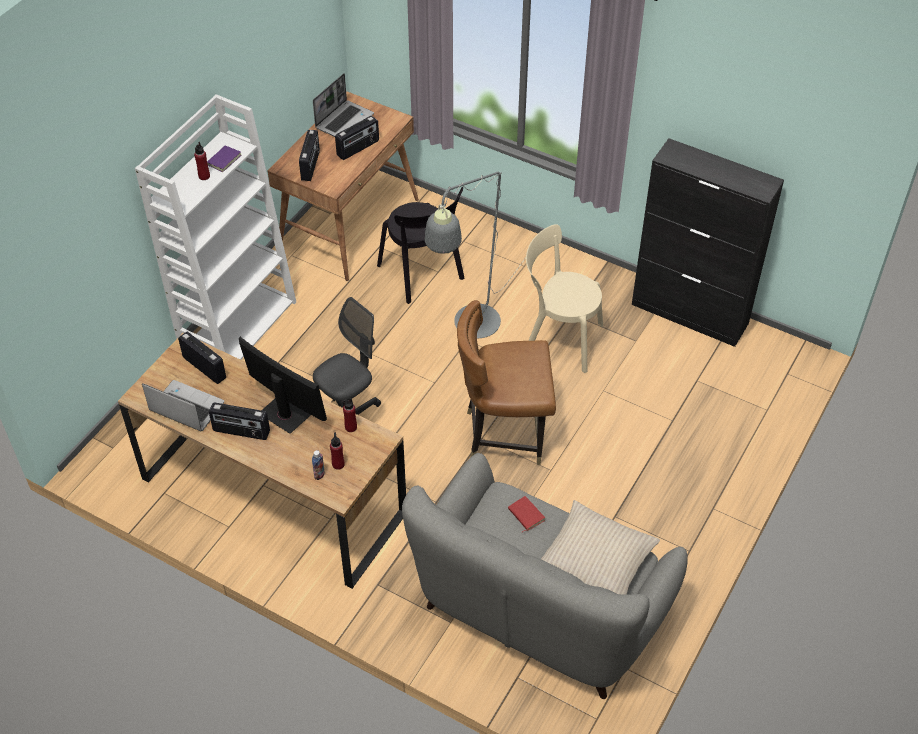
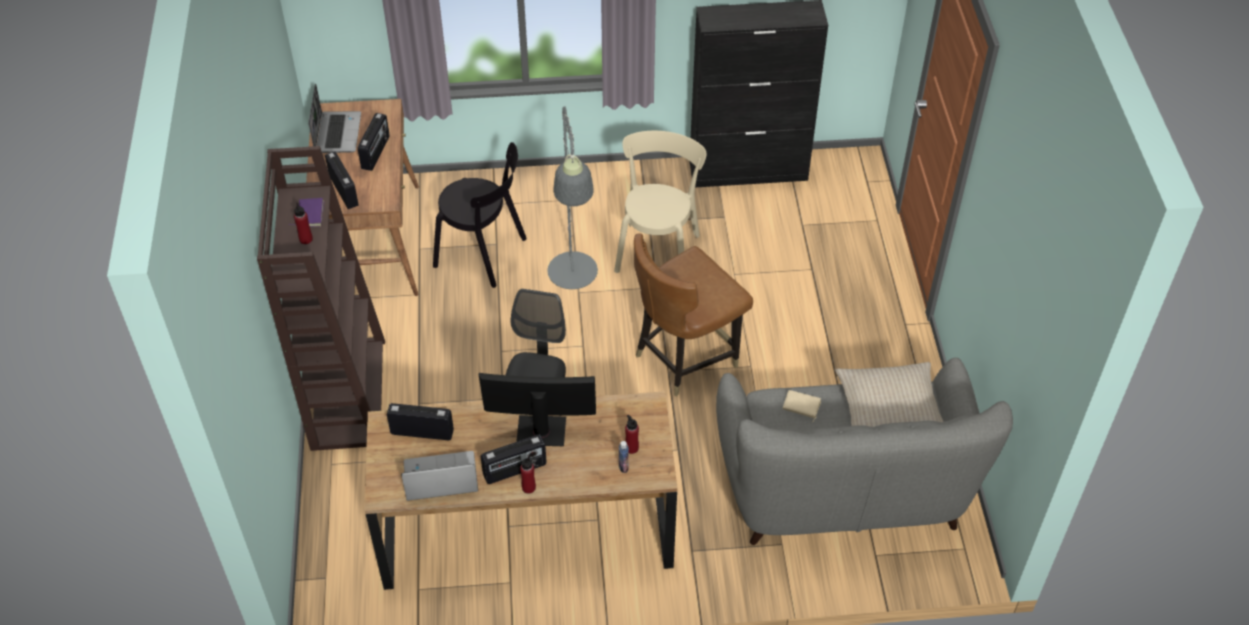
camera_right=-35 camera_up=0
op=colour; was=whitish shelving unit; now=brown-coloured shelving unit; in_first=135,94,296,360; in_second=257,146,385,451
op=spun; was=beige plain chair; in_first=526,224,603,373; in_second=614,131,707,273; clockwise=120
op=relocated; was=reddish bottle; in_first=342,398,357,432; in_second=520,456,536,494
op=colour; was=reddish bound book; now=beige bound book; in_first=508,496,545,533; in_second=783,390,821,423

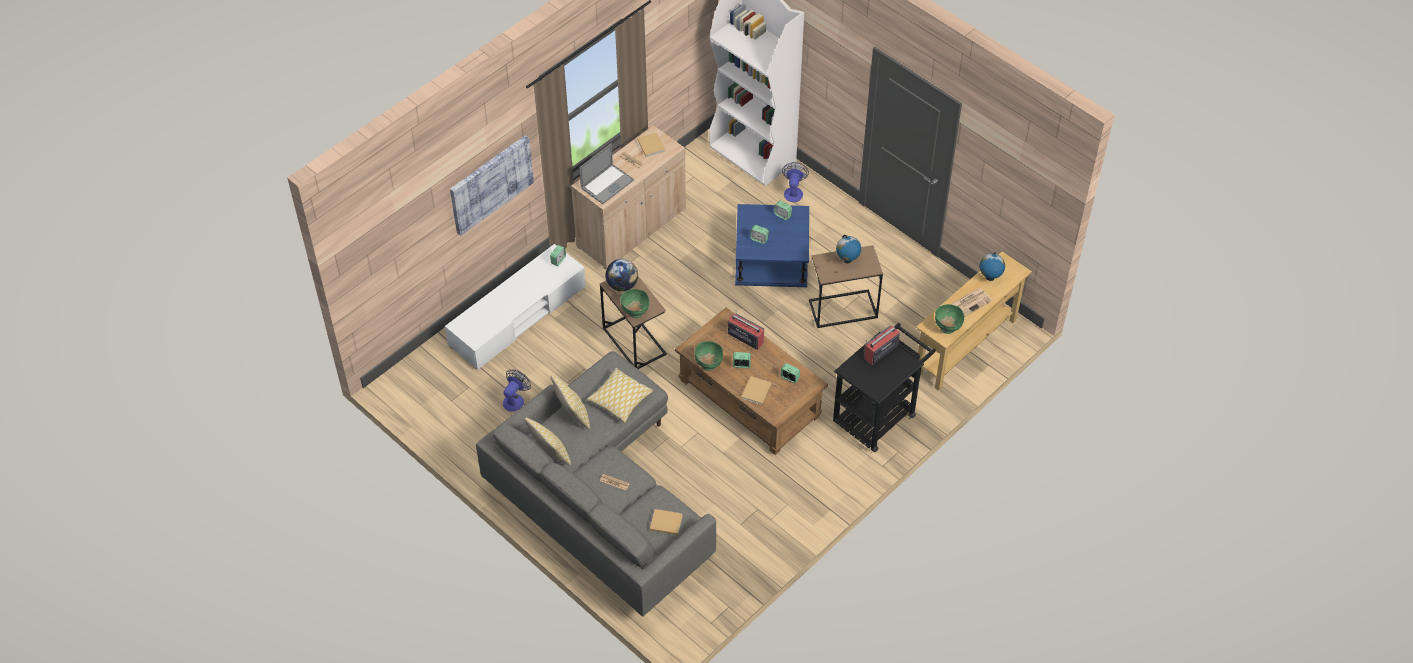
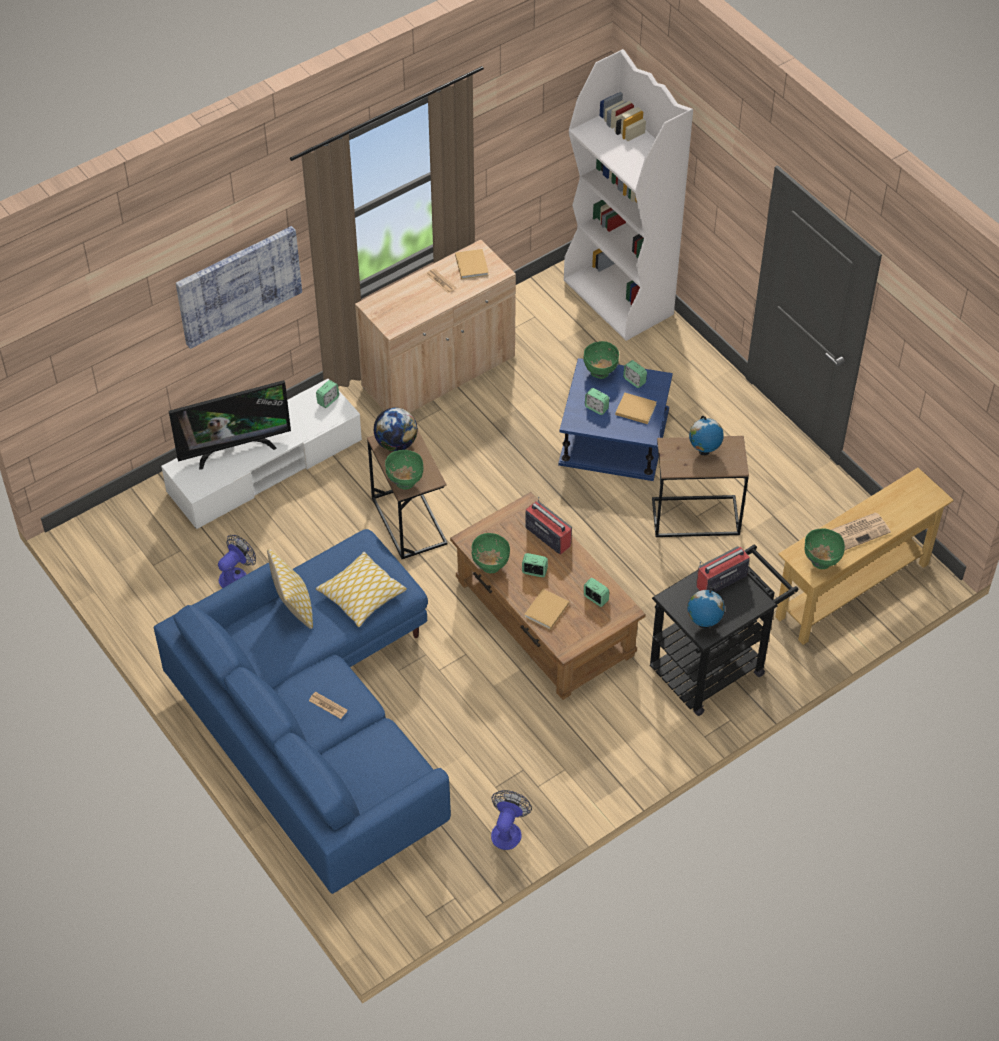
camera_right=10 camera_up=0
op=missing; was=laptop; in_first=579,144,634,204
op=relocated; was=electric fan; in_first=782,162,809,202; in_second=491,790,532,850
op=relocated; was=globe; in_first=980,252,1005,281; in_second=687,588,725,629
op=colour; was=gray settee; now=blue settee; in_first=476,351,716,616; in_second=154,529,451,894
op=missing; was=pillow; in_first=525,418,571,465
op=relocated; was=beige bound book; in_first=650,509,683,535; in_second=615,393,657,424
op=appeared; now=greenish bowl; in_second=583,341,619,379
op=appeared; now=TV; in_second=169,380,291,469

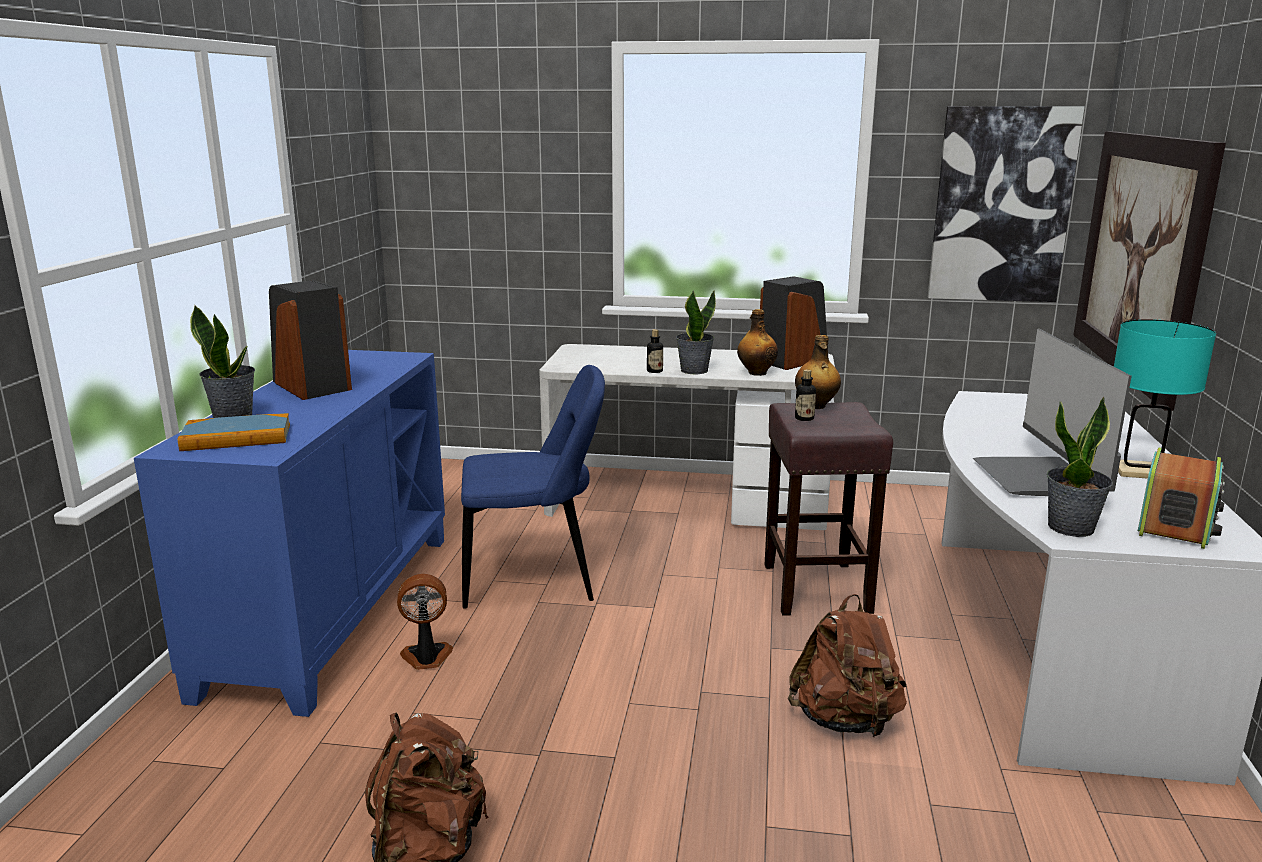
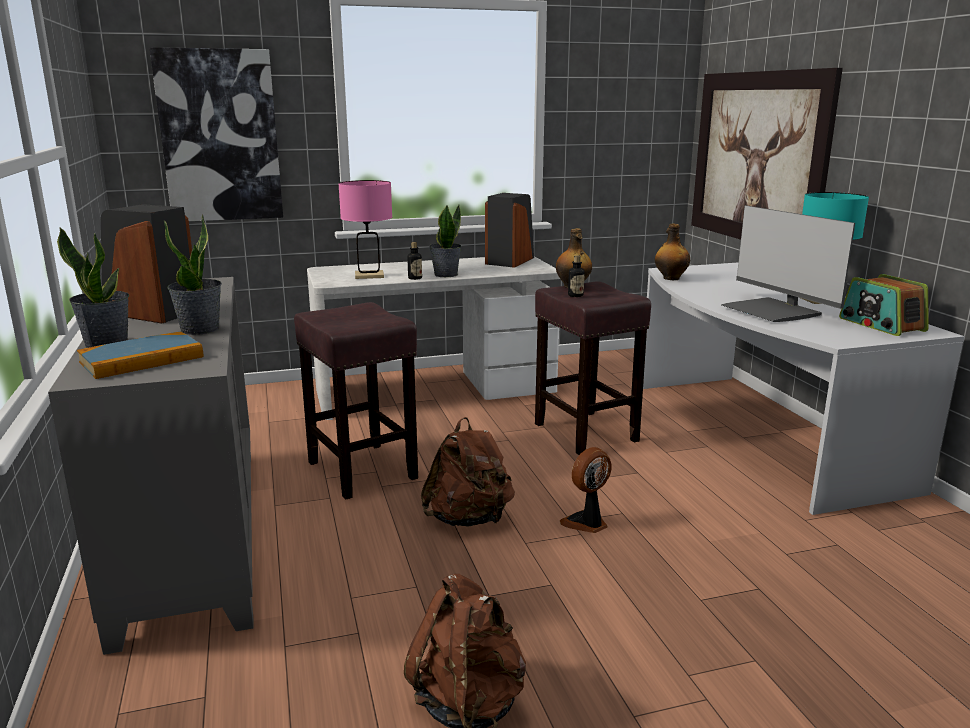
camera_right=-25 camera_up=0
op=relocated; was=wall picture; in_first=928,106,1085,302; in_second=149,47,283,221
op=relocated; was=bottle; in_first=737,309,778,376; in_second=655,224,690,280
op=colour; was=blue cabinet; now=gray cabinet; in_first=134,350,445,717; in_second=48,277,254,655
op=exchanged; was=blue plain chair; now=brown-coloured stool; in_first=461,365,605,609; in_second=294,302,418,500
op=relocated; was=potted plant; in_first=1047,397,1113,537; in_second=164,214,222,335
op=spun; was=radio receiver; in_first=1138,447,1225,549; in_second=839,274,929,336; clockwise=150
op=relocated; was=electric fan; in_first=397,574,453,670; in_second=560,447,612,533
op=relocated; was=brown-coloured rucksack; in_first=788,594,907,737; in_second=421,417,515,526
op=appeared; now=pink-coloured tabletop lamp; in_second=338,180,392,279

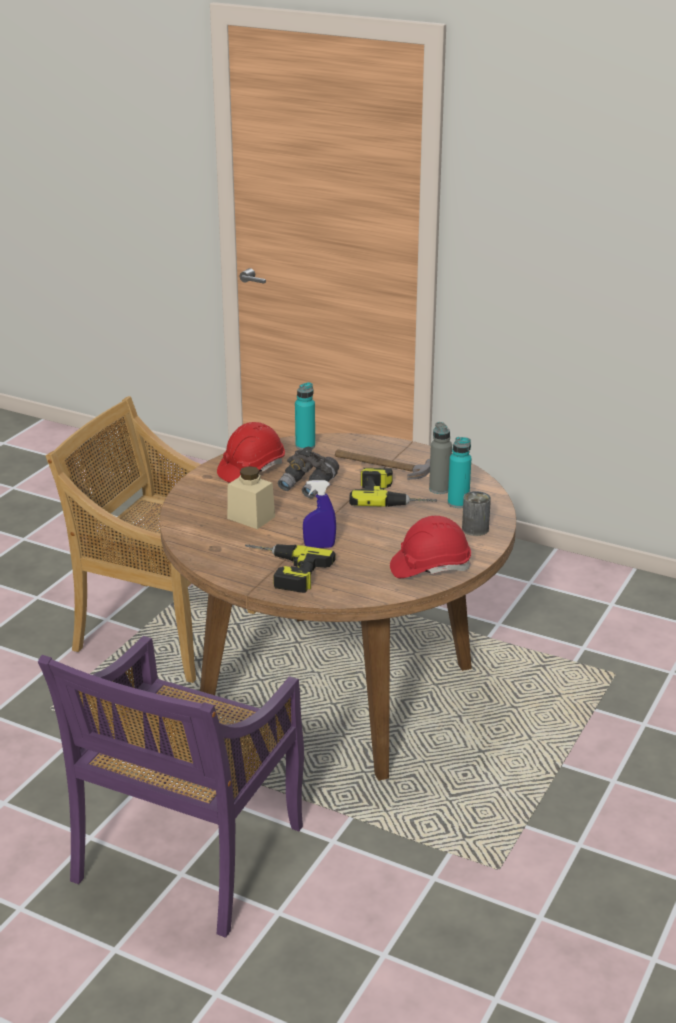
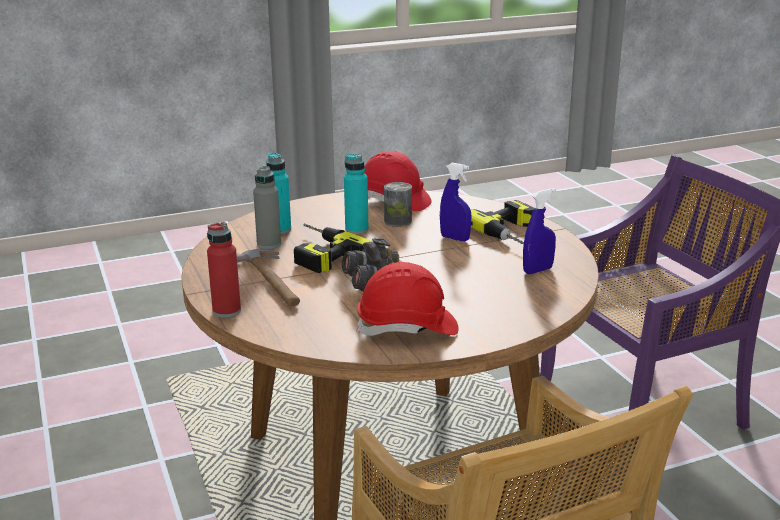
camera_right=-140 camera_up=-5
op=relocated; was=blue-green bottle; in_first=295,382,315,450; in_second=344,154,369,234
op=missing; was=beige jar; in_first=227,466,275,529
op=relocated; was=can; in_first=462,491,491,536; in_second=384,182,412,227
op=appeared; now=blue hand sprayer; in_second=523,188,556,274
op=appeared; now=reddish bottle; in_second=207,222,241,318

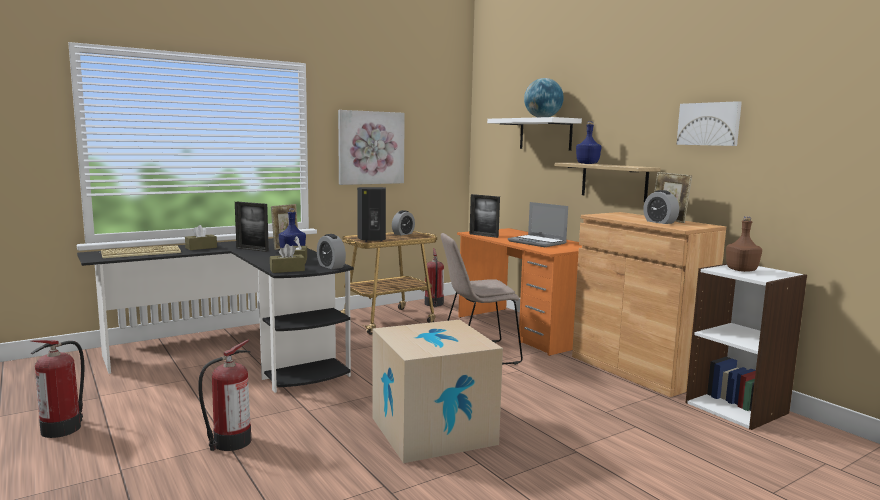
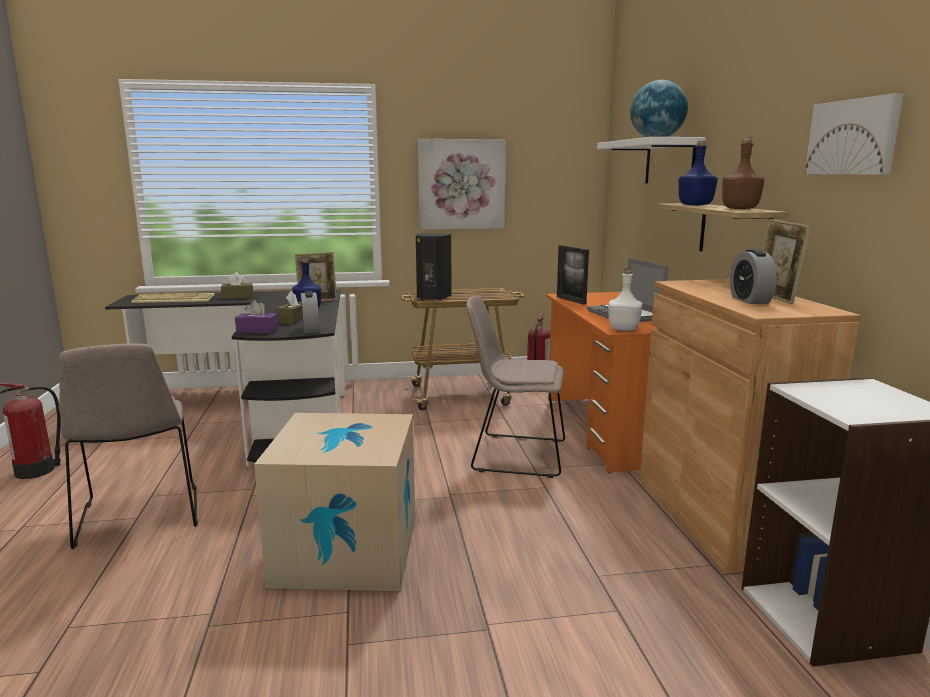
camera_right=25 camera_up=5
op=missing; was=photo frame; in_first=235,202,269,252
op=missing; was=alarm clock; in_first=392,210,415,236
op=relocated; was=brown-coloured bottle; in_first=726,216,762,272; in_second=722,137,764,209
op=colour; was=brown-coloured tissue box; now=purplish tissue box; in_first=270,244,305,273; in_second=235,300,279,333
op=exchanged; was=fire-fighting cylinder; now=beige plain chair; in_first=198,340,251,451; in_second=58,344,198,549
op=appeared; now=whitish bottle; in_second=608,269,642,331

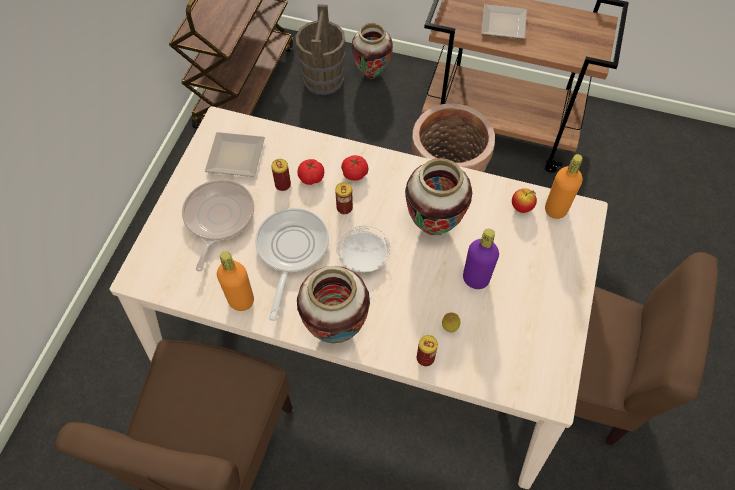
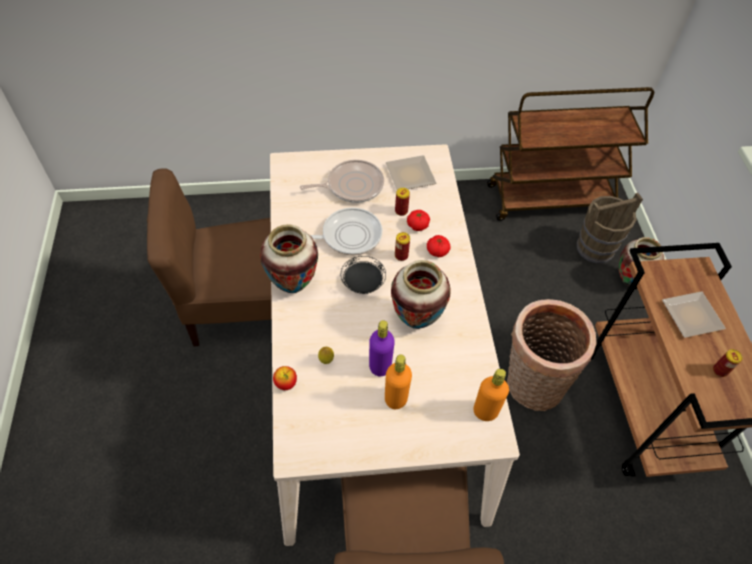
camera_right=65 camera_up=-5
op=relocated; was=apple fruit; in_first=512,188,537,213; in_second=273,366,297,390
op=colour; was=whitish plate; now=blackish plate; in_first=337,225,391,273; in_second=341,256,386,294
op=relocated; was=orangey bottle; in_first=217,251,254,311; in_second=385,355,412,409
op=relocated; was=can; in_first=417,335,438,366; in_second=713,349,743,377

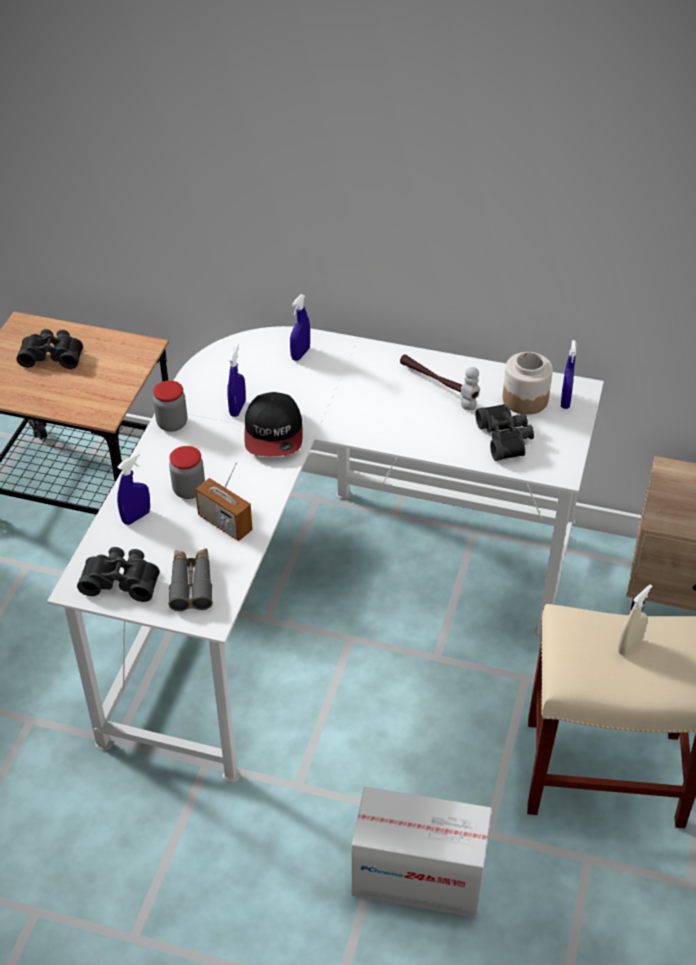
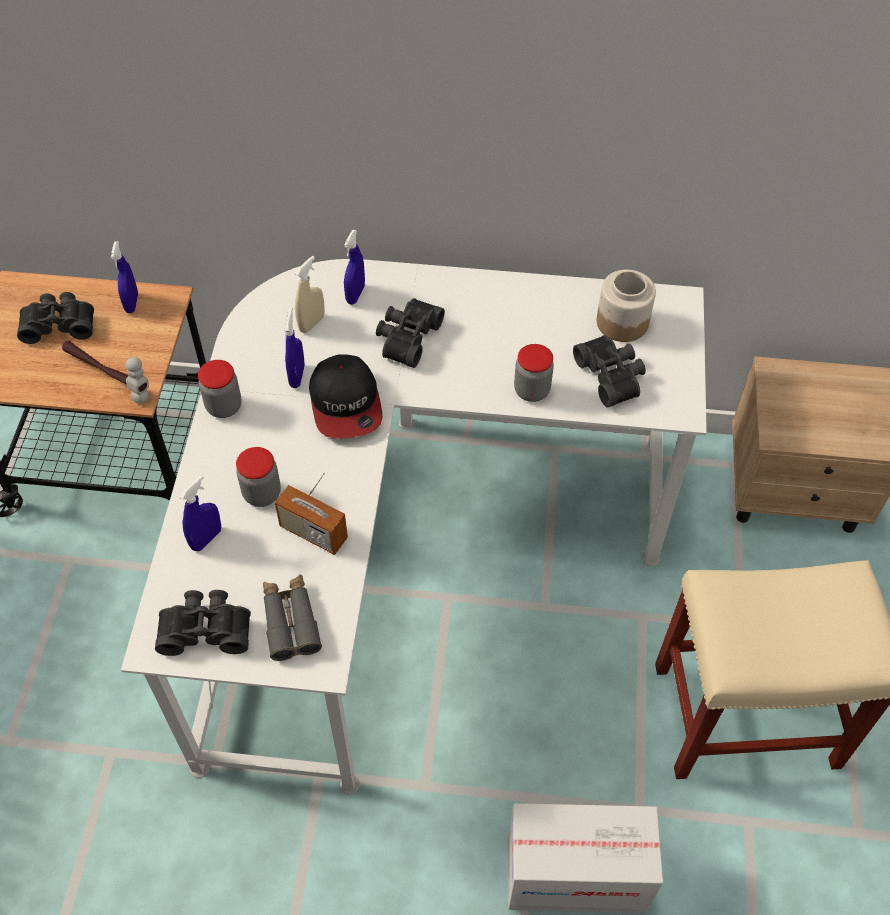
camera_right=-10 camera_up=10
op=relocated; was=blue hand sprayer; in_first=561,340,576,409; in_second=111,242,138,313
op=relocated; was=tool hammer; in_first=400,354,480,410; in_second=62,341,149,404
op=relocated; was=beige hand sprayer; in_first=618,584,652,655; in_second=295,256,325,333
op=appeared; now=blackish pair of binoculars; in_second=376,298,445,368
op=appeared; now=jar; in_second=514,344,554,402

